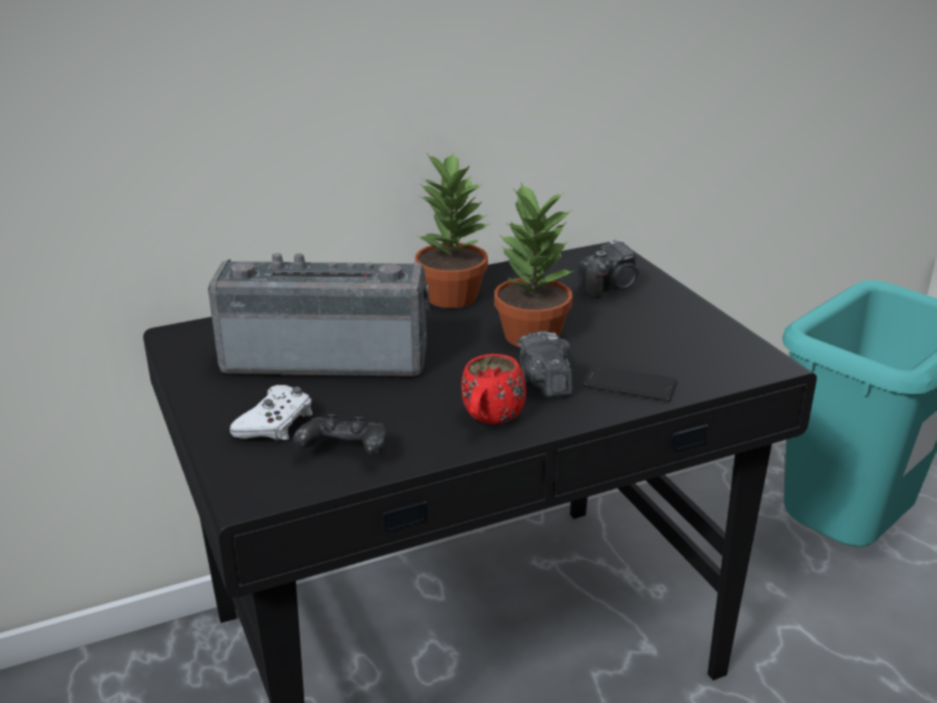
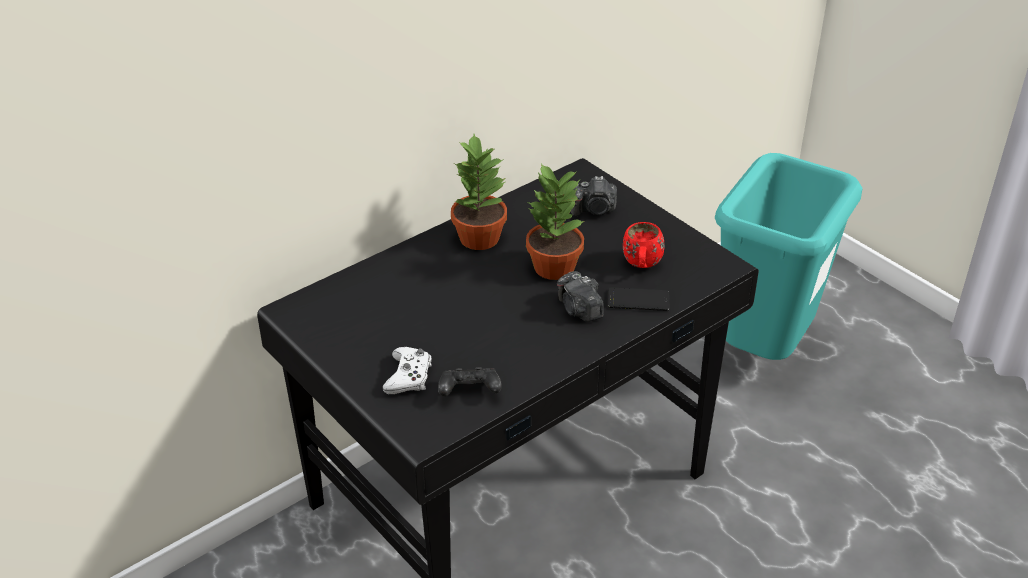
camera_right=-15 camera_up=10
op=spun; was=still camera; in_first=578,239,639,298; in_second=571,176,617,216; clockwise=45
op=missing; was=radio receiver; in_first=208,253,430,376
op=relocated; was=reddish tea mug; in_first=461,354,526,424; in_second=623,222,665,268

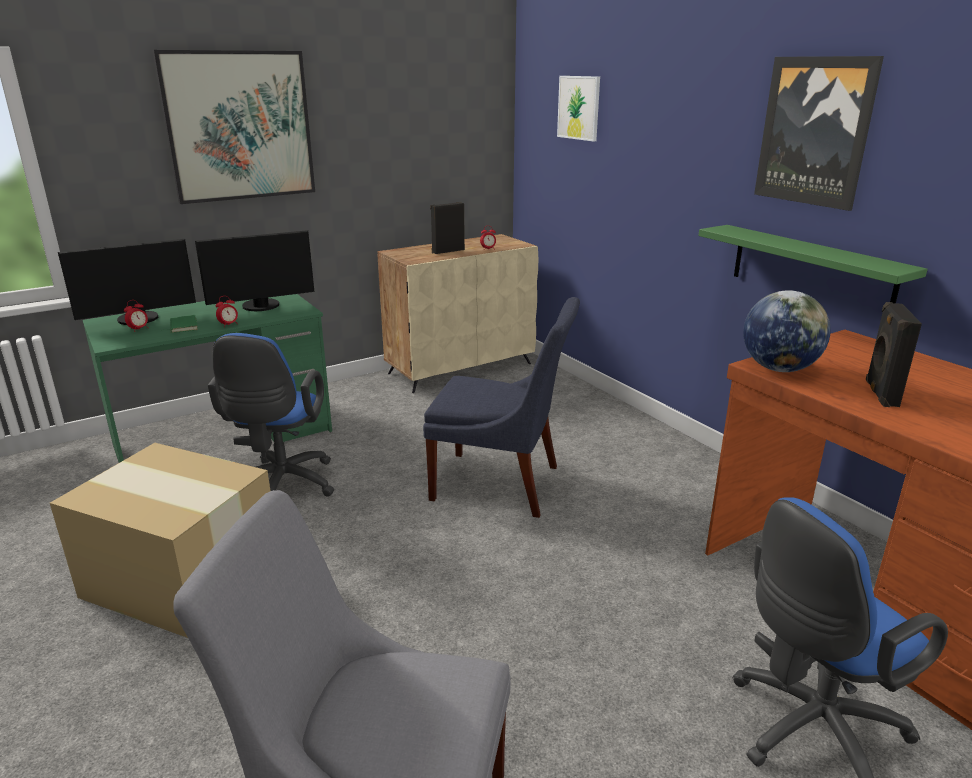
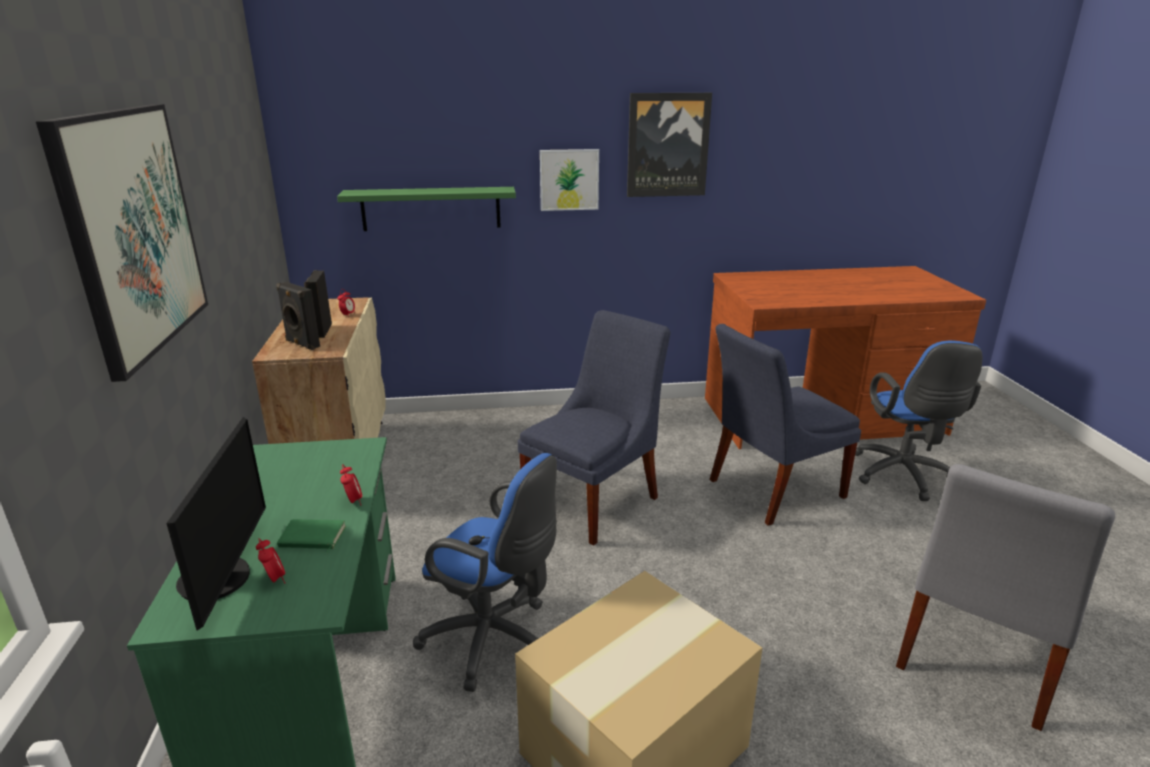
camera_right=-65 camera_up=0
op=relocated; was=wall picture; in_first=557,76,600,142; in_second=540,149,599,211
op=relocated; was=greenish bracket shelf; in_first=698,225,928,303; in_second=337,187,516,231
op=missing; was=computer screen; in_first=195,230,314,311
op=missing; was=globe; in_first=743,290,831,372
op=relocated; was=blackish loudspeaker; in_first=866,302,922,407; in_second=276,282,320,350
op=appeared; now=blue plain chair; in_second=709,324,861,526

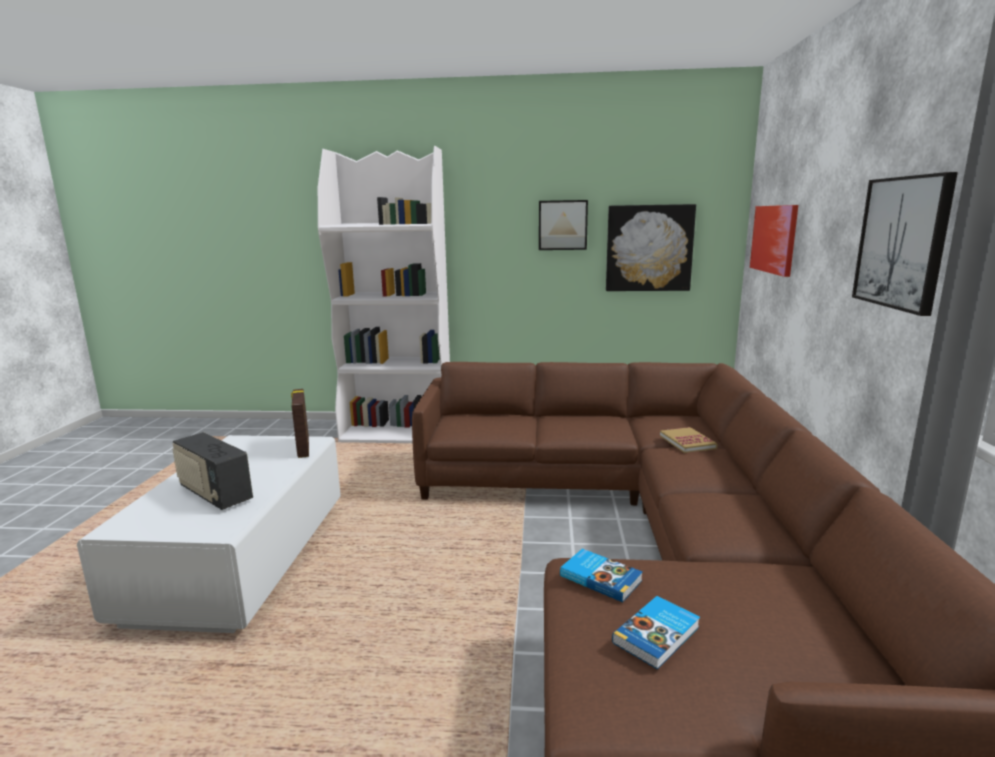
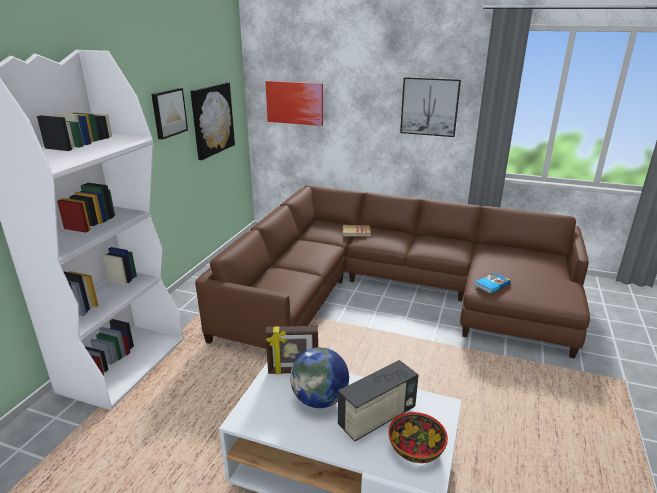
camera_right=-75 camera_up=10
op=missing; was=bound book; in_first=612,596,700,670
op=appeared; now=globe; in_second=290,347,349,408
op=appeared; now=bowl; in_second=389,412,448,463

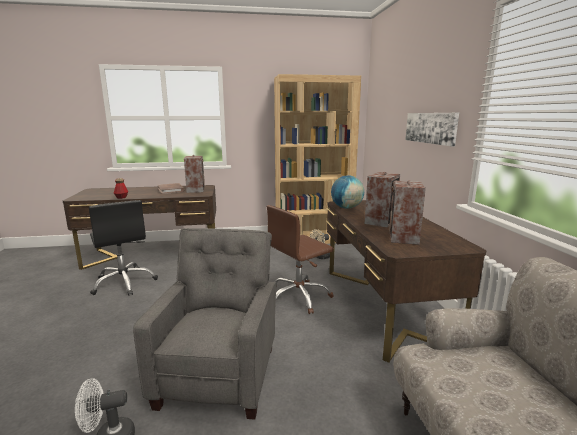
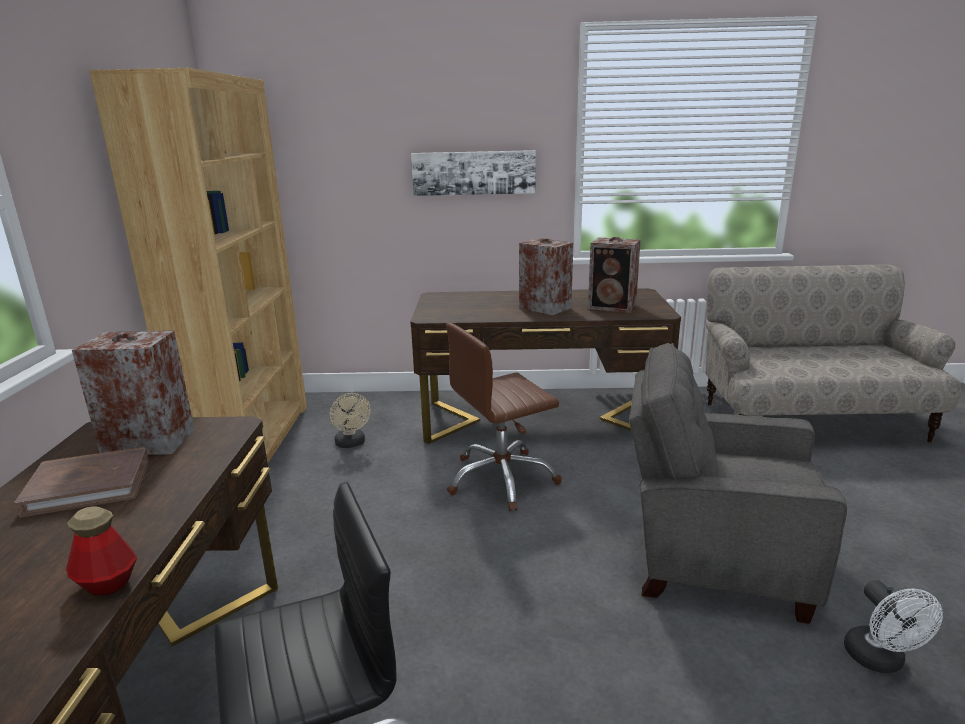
camera_right=-80 camera_up=5
op=missing; was=globe; in_first=331,175,364,209
op=spun; was=brown-coloured computer chair; in_first=267,205,334,314; in_second=446,323,562,511; clockwise=90

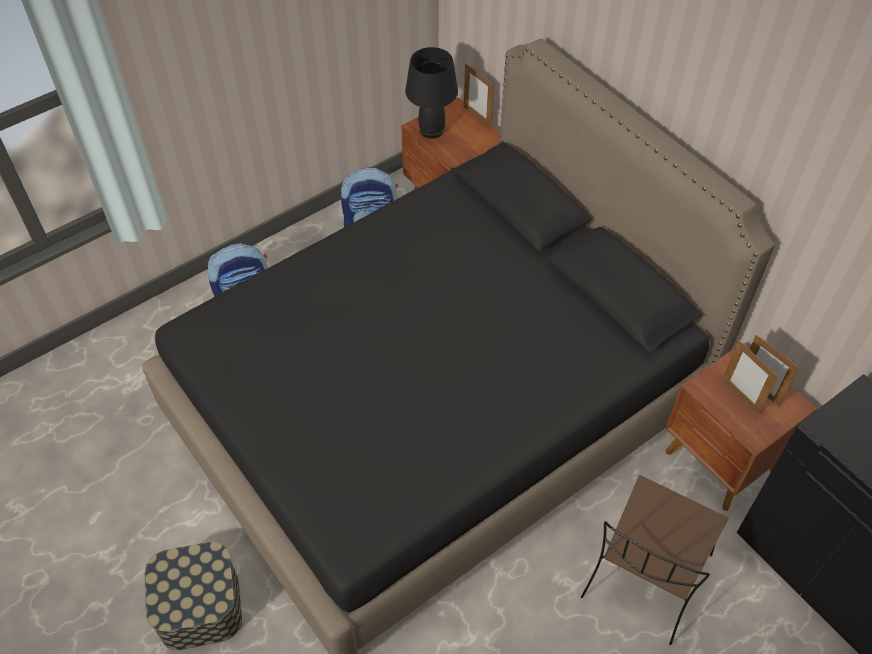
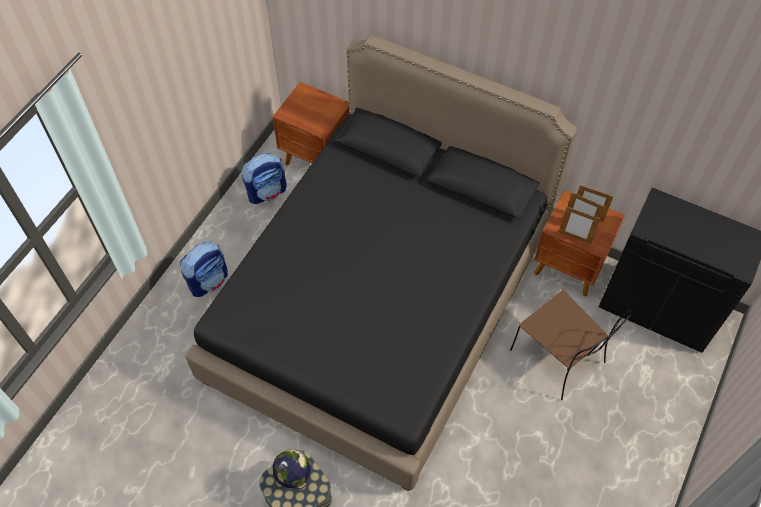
camera_right=-25 camera_up=5
op=missing; was=blackish tabletop lamp; in_first=405,47,458,139
op=relocated; was=photo frame; in_first=464,63,494,128; in_second=559,207,600,244
op=spun; was=brown-coloured plain chair; in_first=581,475,729,645; in_second=510,290,632,400; clockwise=-45
op=appeared; now=globe; in_second=273,449,311,489

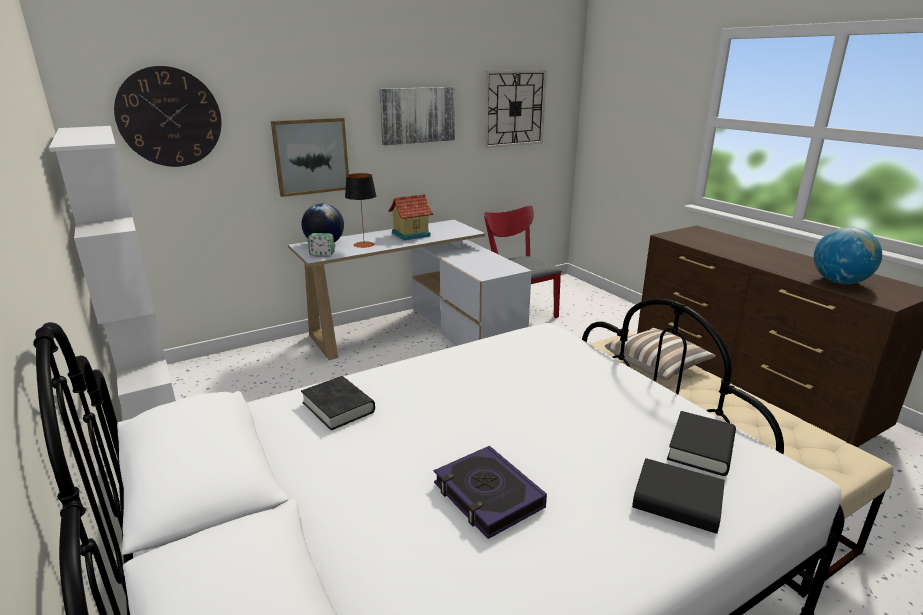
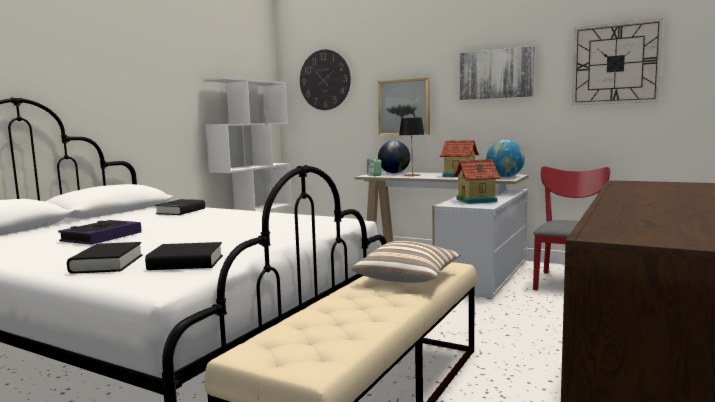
camera_right=60 camera_up=-15
op=relocated; was=globe; in_first=814,227,882,284; in_second=486,140,525,177
op=appeared; now=toy house; in_second=453,159,501,204

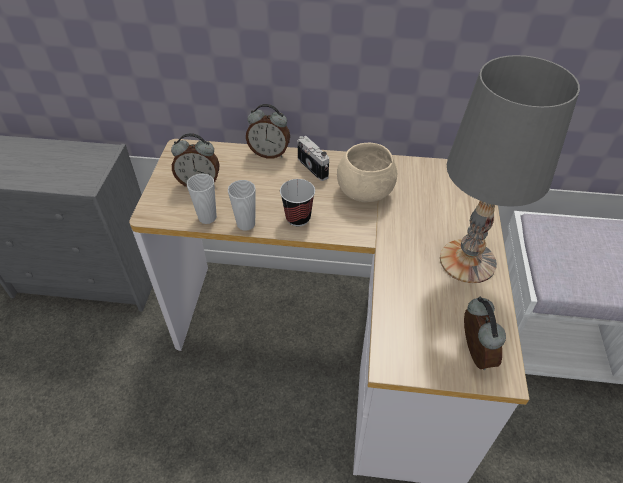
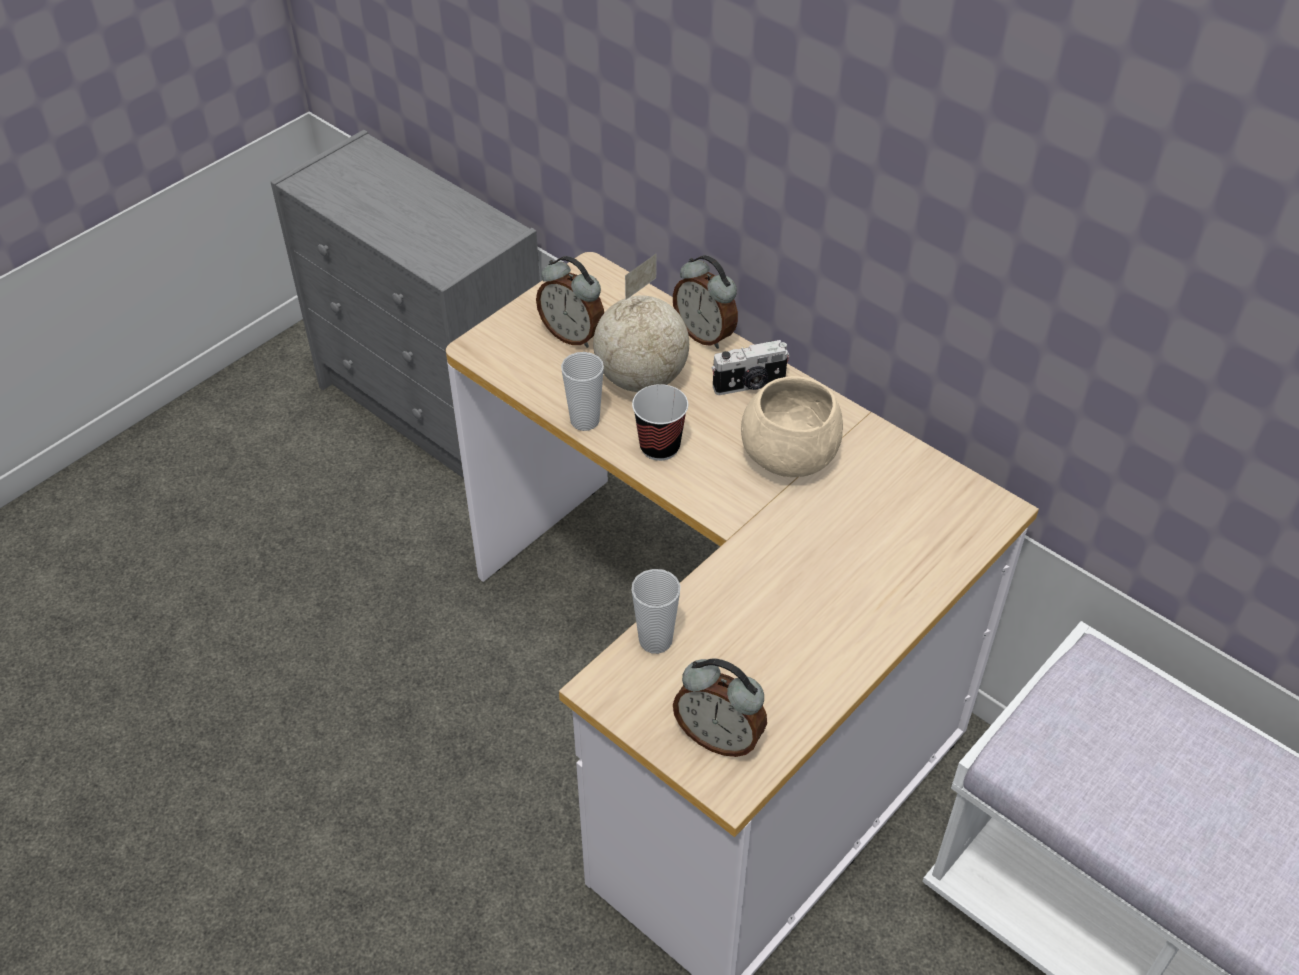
camera_right=35 camera_up=0
op=missing; was=gray tabletop lamp; in_first=440,55,580,283
op=spun; was=still camera; in_first=297,136,329,181; in_second=711,340,790,395; clockwise=75
op=relocated; was=drinking cup; in_first=187,174,217,224; in_second=632,569,681,654
op=spun; was=alarm clock; in_first=464,297,506,370; in_second=673,658,767,757; clockwise=90
op=appeared; now=globe; in_second=593,254,689,392

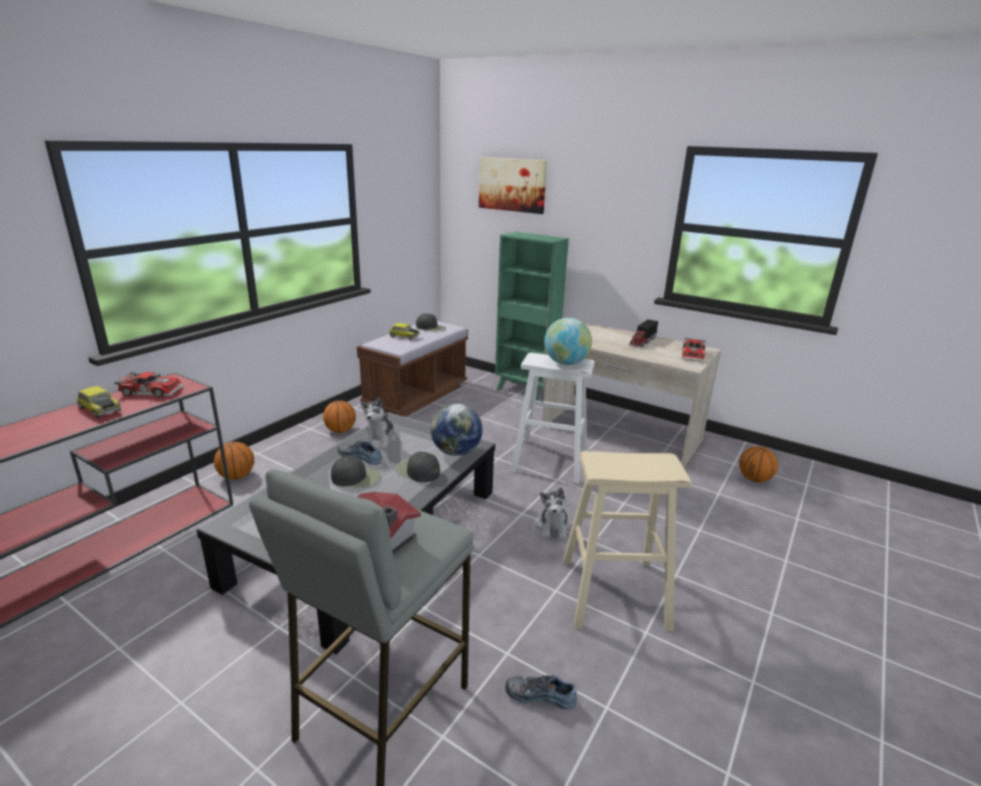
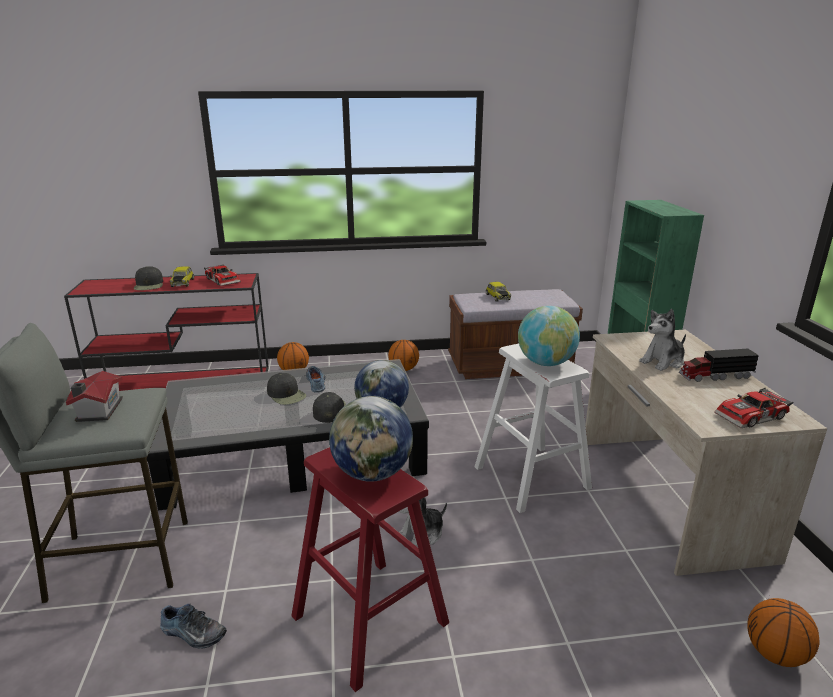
camera_right=50 camera_up=0
op=missing; was=wall picture; in_first=479,157,547,214
op=relocated; was=blackish cap; in_first=416,313,446,332; in_second=134,266,163,290
op=relocated; was=plush toy; in_first=361,397,396,449; in_second=639,309,686,371
op=colour; was=beige stool; now=reddish stool; in_first=563,451,691,631; in_second=291,447,449,692
op=spun; was=item of footwear; in_first=506,675,577,710; in_second=160,604,227,649; clockwise=135
op=appeared; now=globe; in_second=329,396,413,482

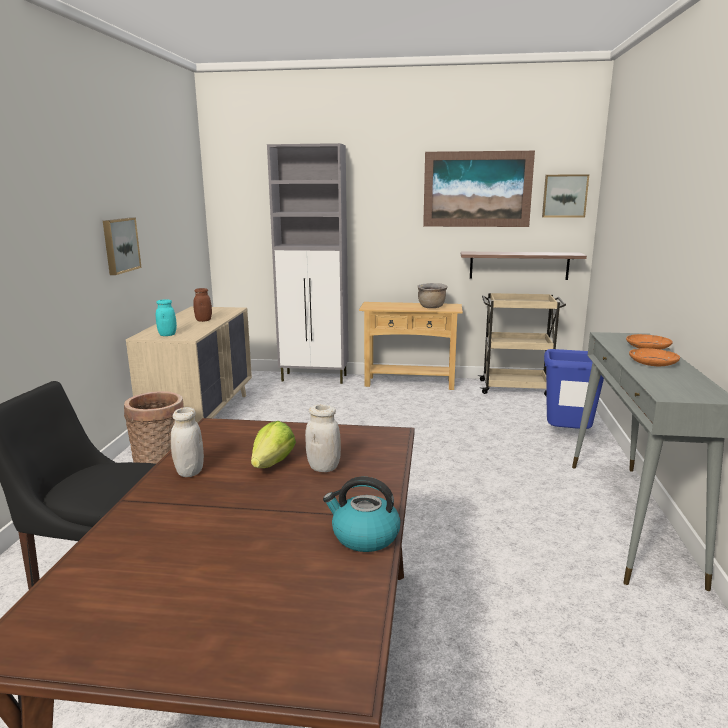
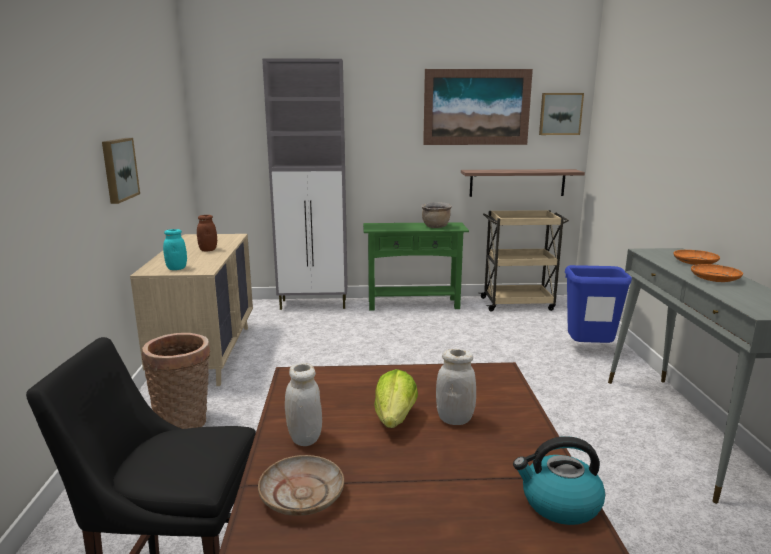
camera_right=-10 camera_up=0
op=colour; was=beige console table; now=greenish console table; in_first=359,302,463,390; in_second=363,222,469,311
op=appeared; now=beige plate; in_second=258,455,344,516

